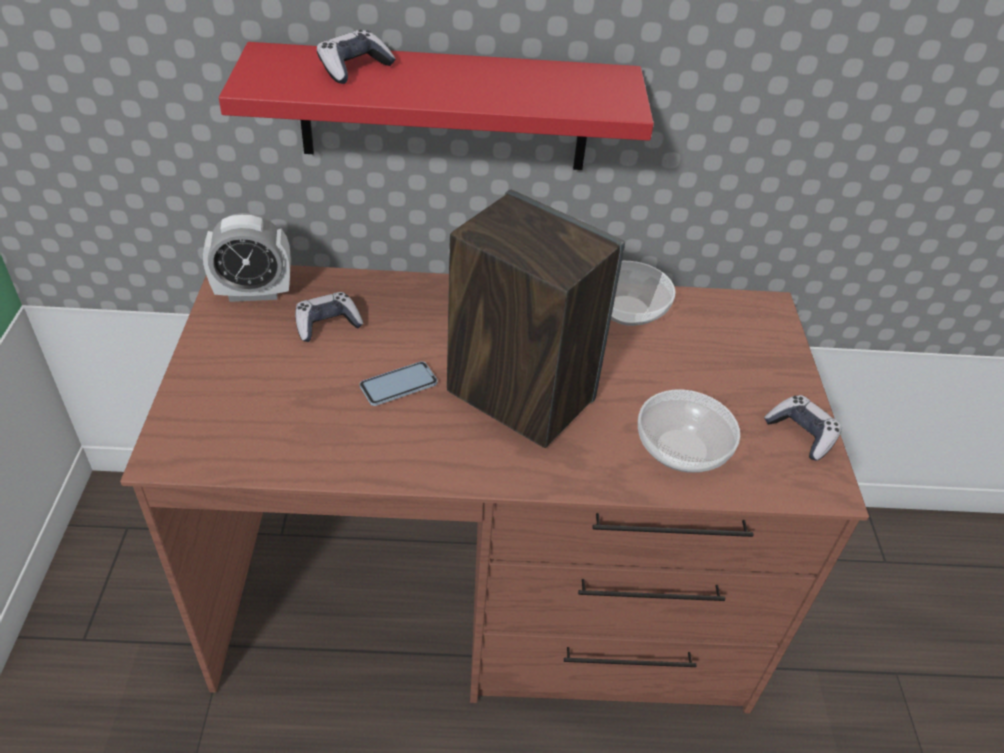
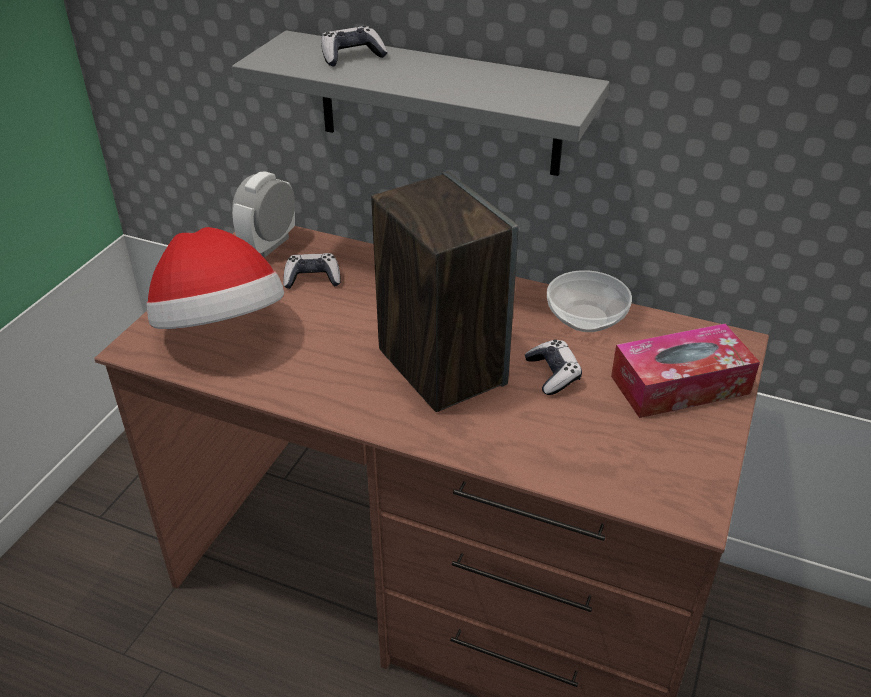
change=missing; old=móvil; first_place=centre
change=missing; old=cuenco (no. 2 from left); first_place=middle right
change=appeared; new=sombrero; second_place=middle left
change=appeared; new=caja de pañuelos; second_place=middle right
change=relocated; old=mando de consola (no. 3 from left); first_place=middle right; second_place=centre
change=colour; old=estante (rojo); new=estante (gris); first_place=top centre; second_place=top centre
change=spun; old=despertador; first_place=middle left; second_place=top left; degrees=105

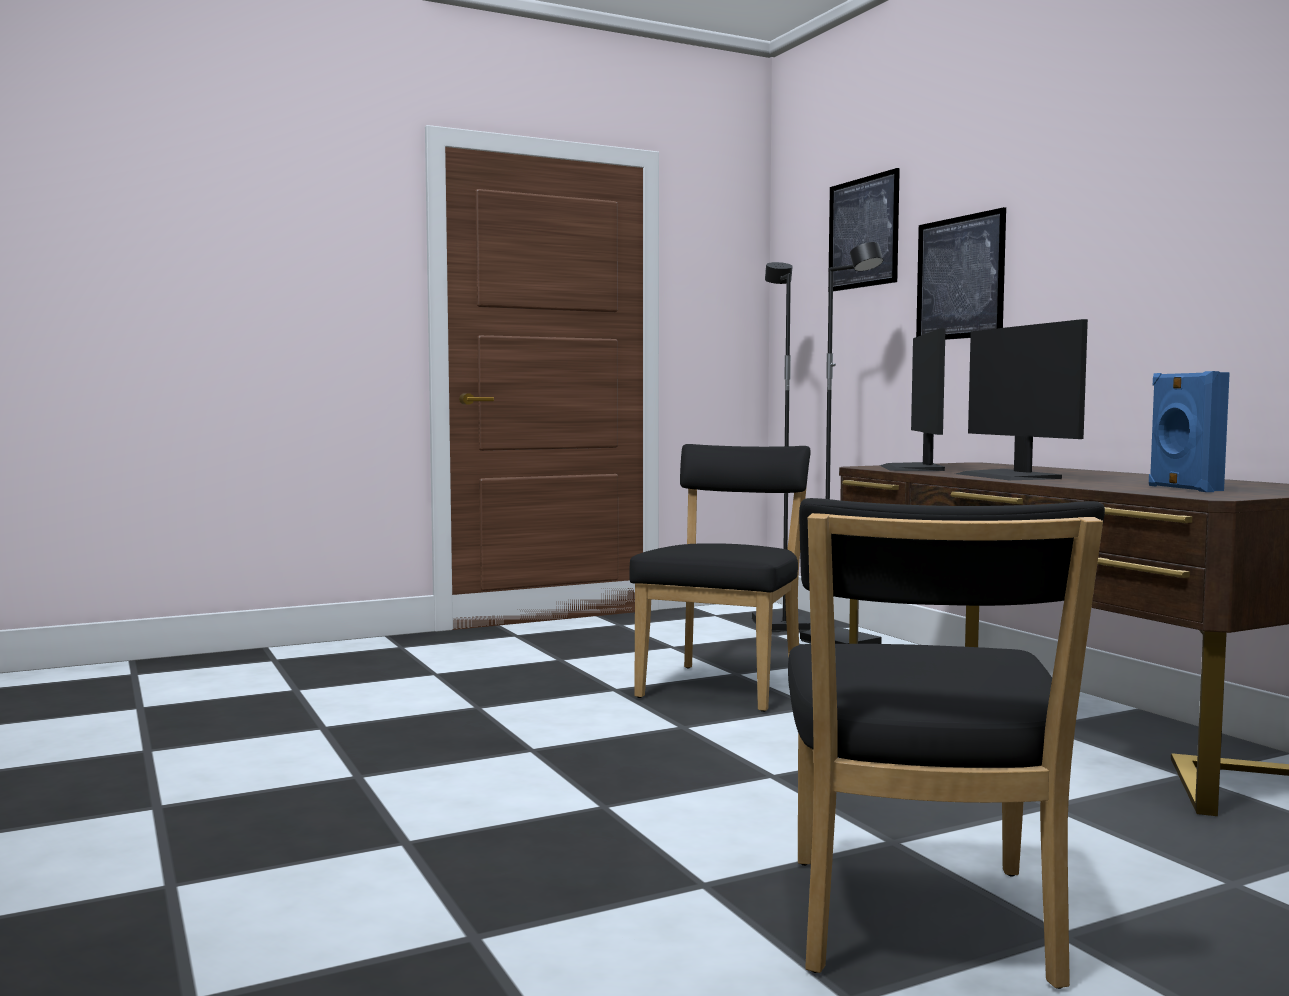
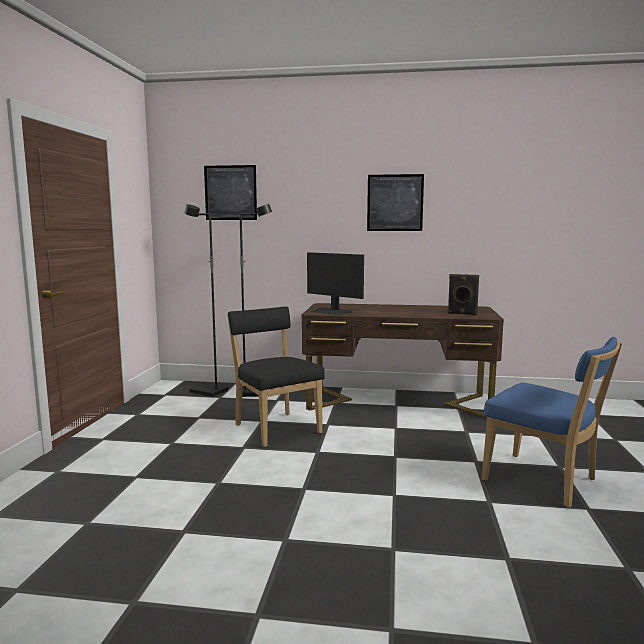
change=missing; old=monitor (no. 2 from left); first_place=middle right
change=relocated; old=cuadro (no. 2 from left); first_place=top right; second_place=top centre
change=colour; old=silla (negro) (no. 2 from left); new=silla (azul); first_place=bottom right; second_place=middle right
change=colour; old=altavoz (azul); new=altavoz (negro); first_place=middle right; second_place=middle right

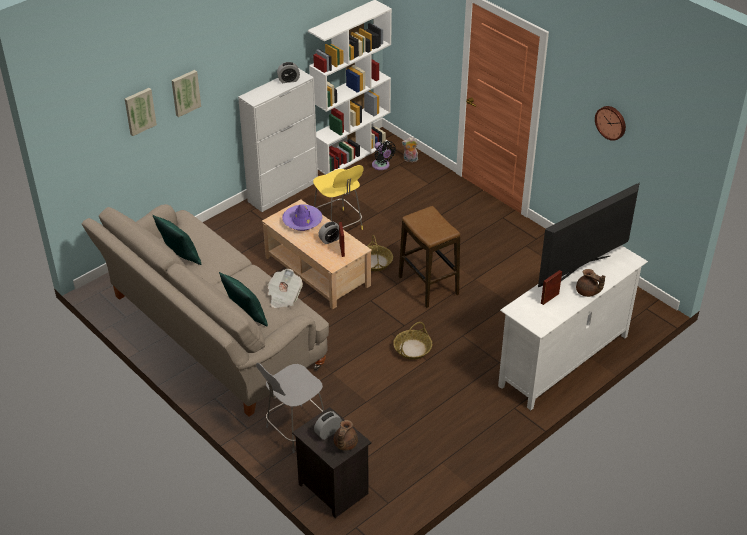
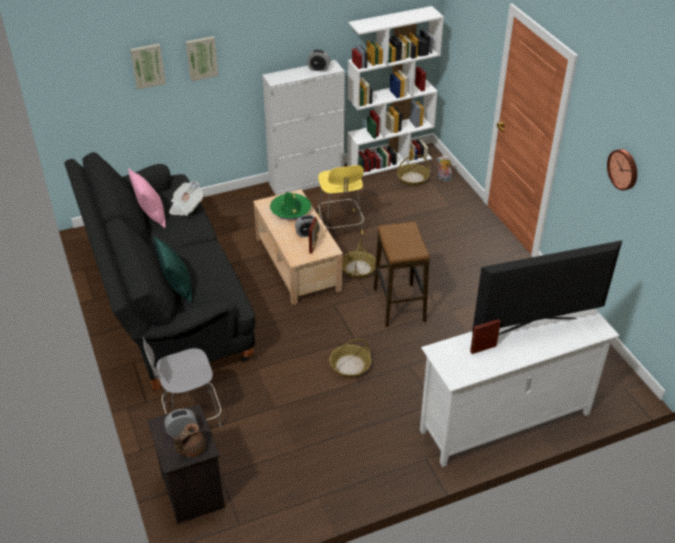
change=missing; old=tetera (marrón) (no. 2 from left); first_place=middle right
change=relocated; old=periódico; first_place=centre; second_place=middle left
change=exchanged; old=ventilador (negro); new=cesta (no. 3 from left); first_place=top centre; second_place=top centre
change=colour; old=sofá (beis); new=sofá (negro); first_place=middle left; second_place=middle left
change=colour; old=cojín (verde) (no. 1 from left); new=cojín (rosa); first_place=middle left; second_place=middle left
change=colour; old=sombrero (morado); new=sombrero (verde); first_place=centre; second_place=centre

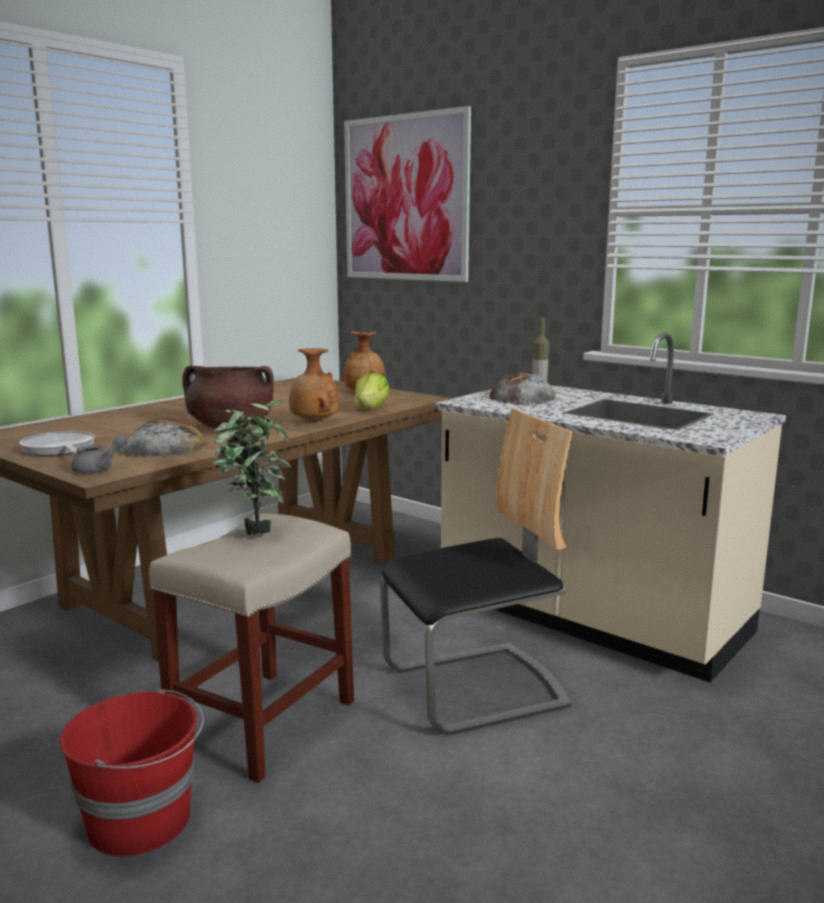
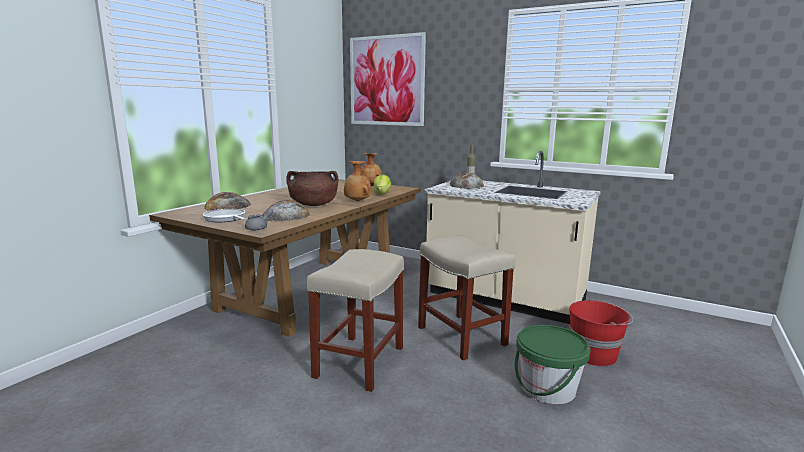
change=missing; old=planta en maceta; first_place=middle left
change=appeared; new=pan (no. 1 from left); second_place=middle left
change=appeared; new=cubo (verde); second_place=bottom right
change=relocated; old=cubo (rojo); first_place=bottom left; second_place=bottom right
change=exchanged; old=silla; new=taburete (beis) (no. 2 from left); first_place=centre; second_place=centre

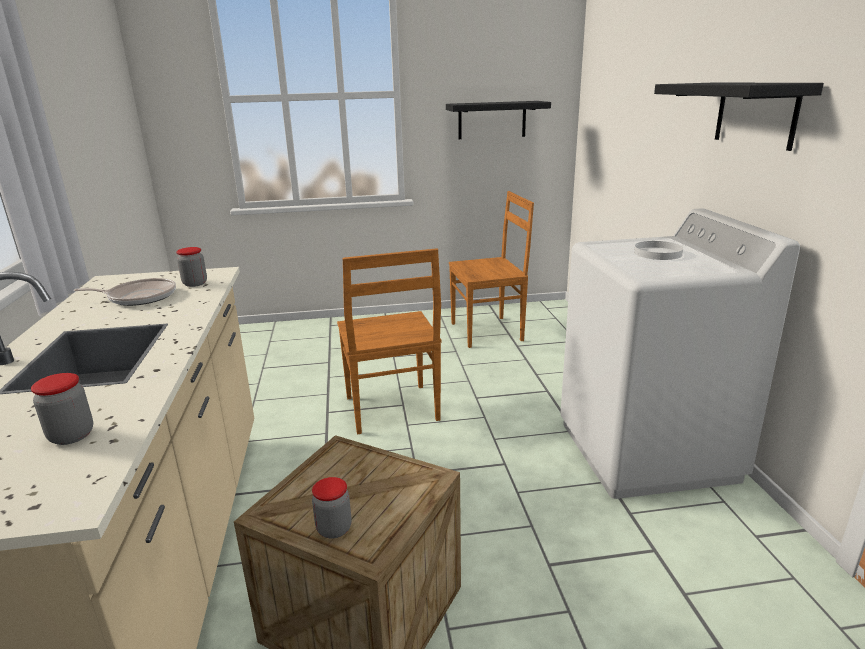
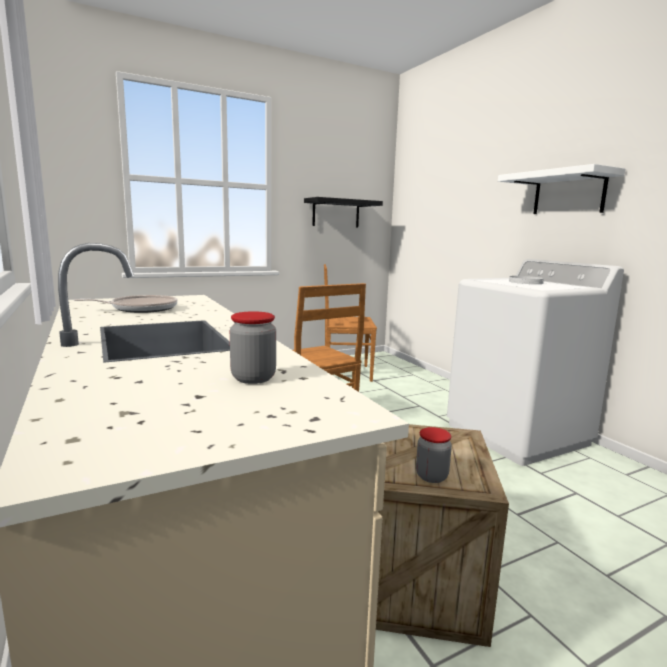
change=missing; old=tarro (no. 2 from left); first_place=middle left
change=colour; old=estante (negro) (no. 2 from left); new=estante (blanco); first_place=top right; second_place=top right
change=spun; old=silla (marrón) (no. 2 from left); first_place=centre; second_place=centre; degrees=-150

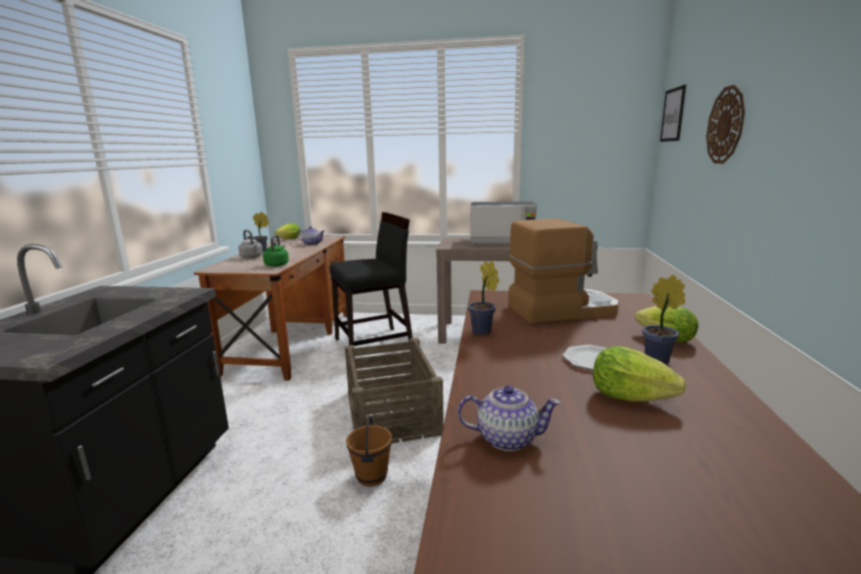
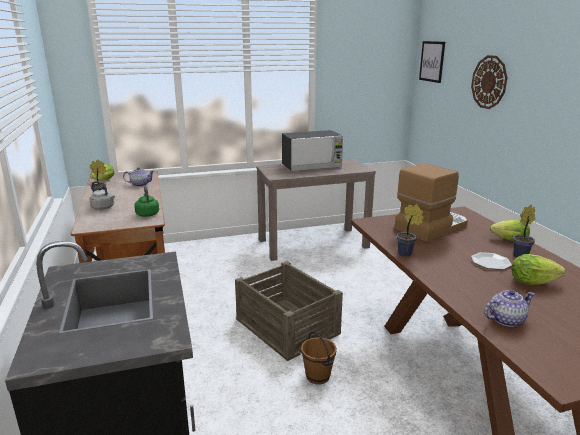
change=missing; old=silla (negro); first_place=centre

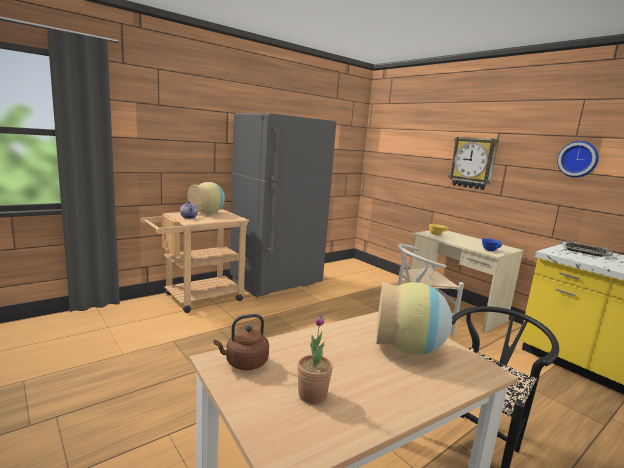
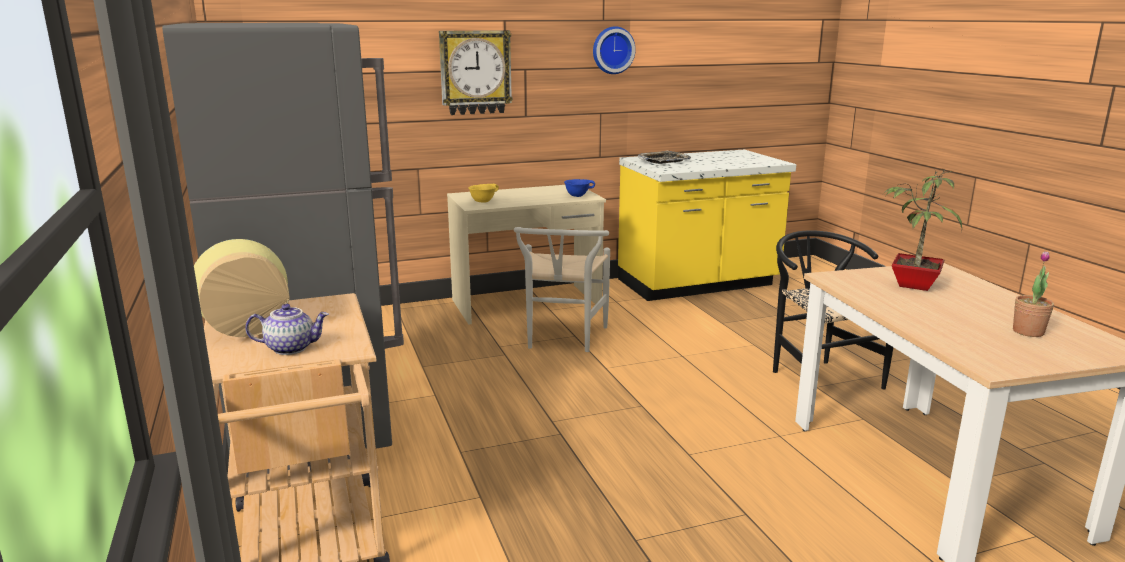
change=missing; old=hervidor (marrón); first_place=bottom centre
change=exchanged; old=florero (no. 2 from left); new=planta en maceta (no. 1 from left); first_place=bottom centre; second_place=middle right

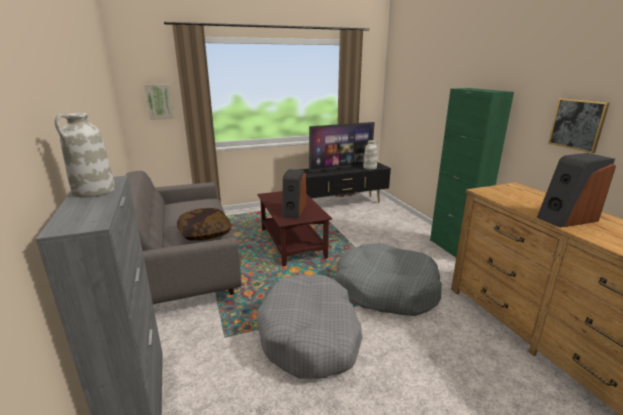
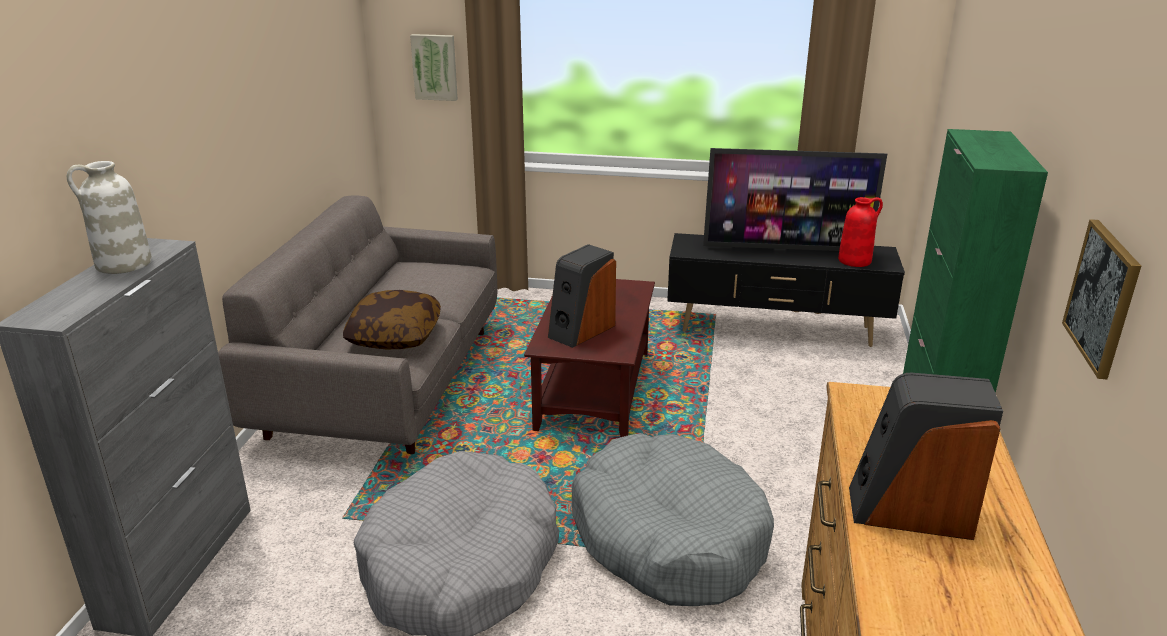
change=colour; old=florero (blanco) (no. 2 from left); new=florero (rojo); first_place=centre; second_place=middle right

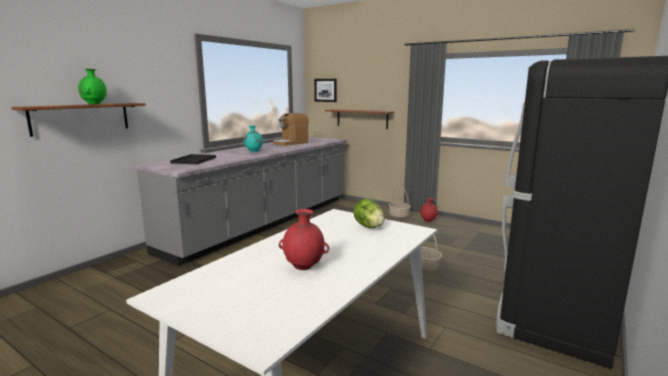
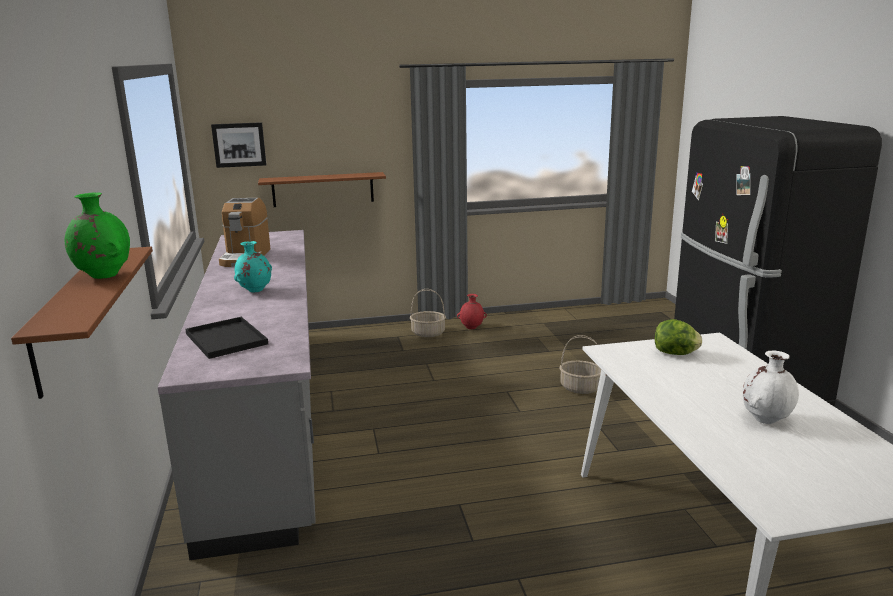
change=colour; old=florero (rojo) (no. 1 from left); new=florero (blanco); first_place=centre; second_place=middle right

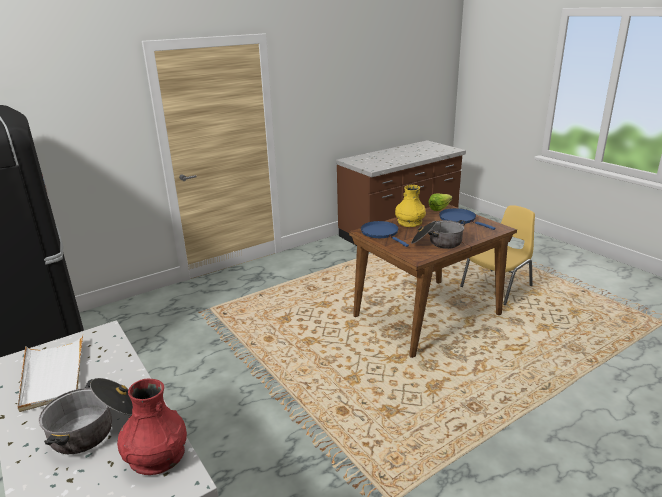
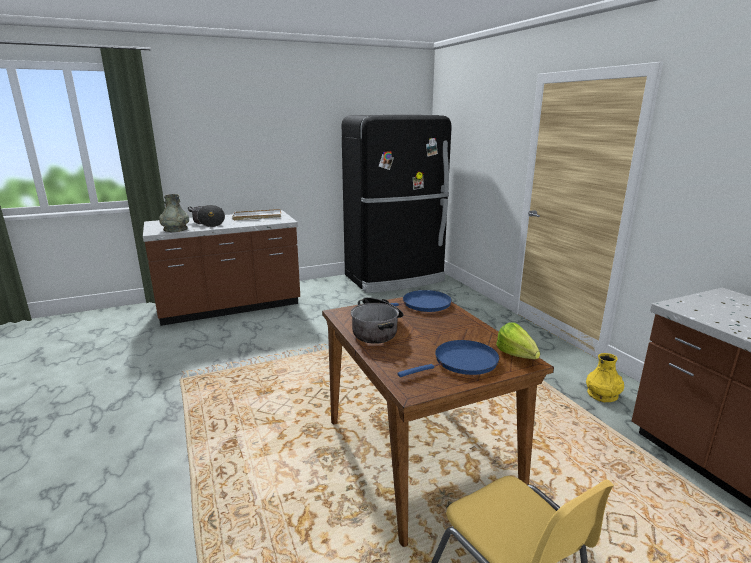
change=relocated; old=florero (amarillo); first_place=centre; second_place=bottom right
change=colour; old=florero (rojo); new=florero (gris); first_place=bottom left; second_place=middle left

